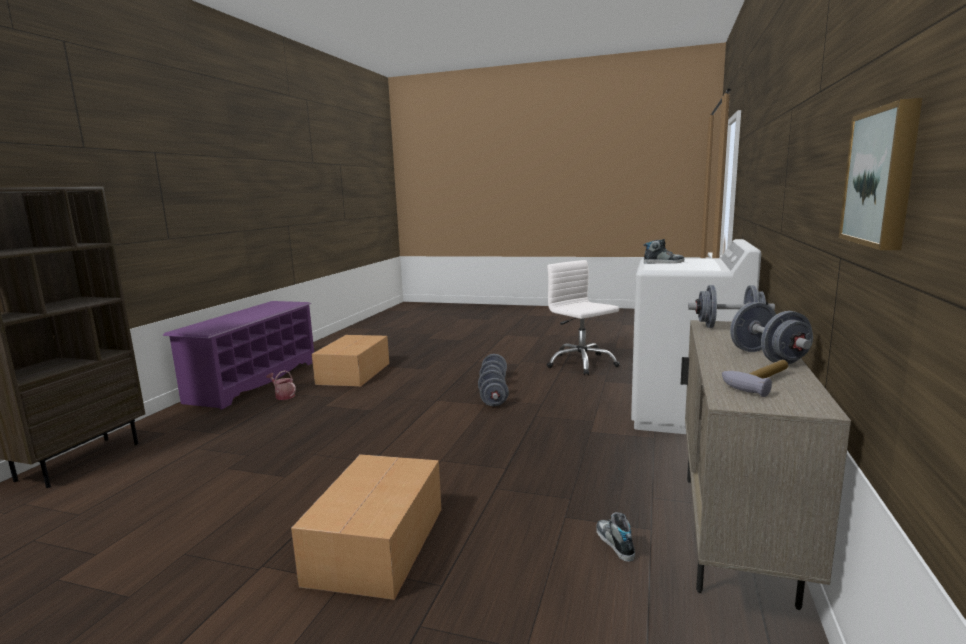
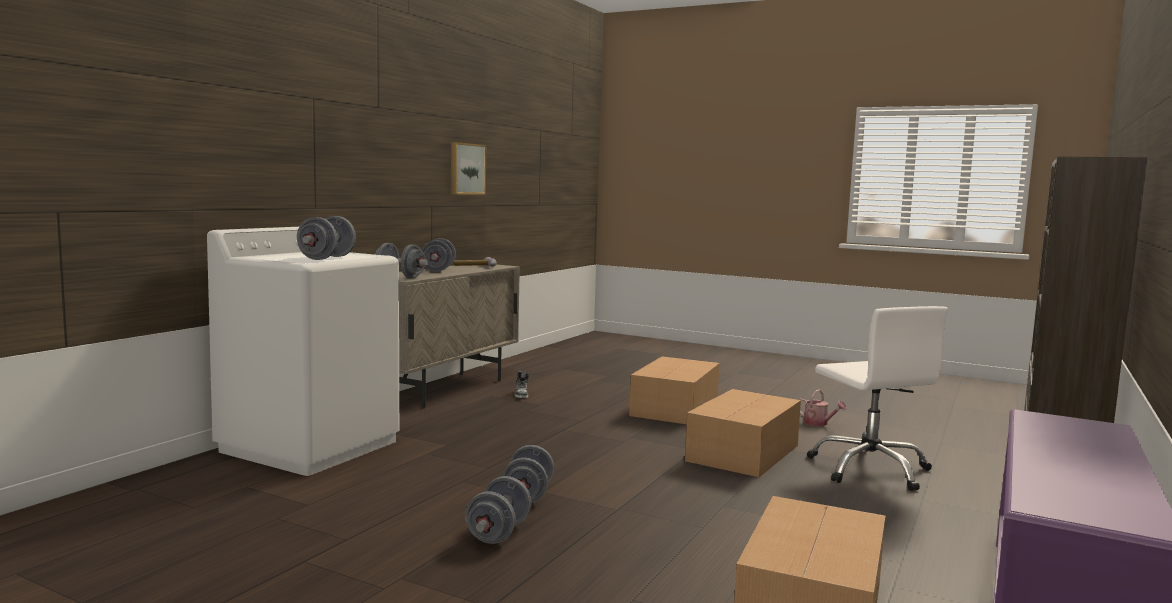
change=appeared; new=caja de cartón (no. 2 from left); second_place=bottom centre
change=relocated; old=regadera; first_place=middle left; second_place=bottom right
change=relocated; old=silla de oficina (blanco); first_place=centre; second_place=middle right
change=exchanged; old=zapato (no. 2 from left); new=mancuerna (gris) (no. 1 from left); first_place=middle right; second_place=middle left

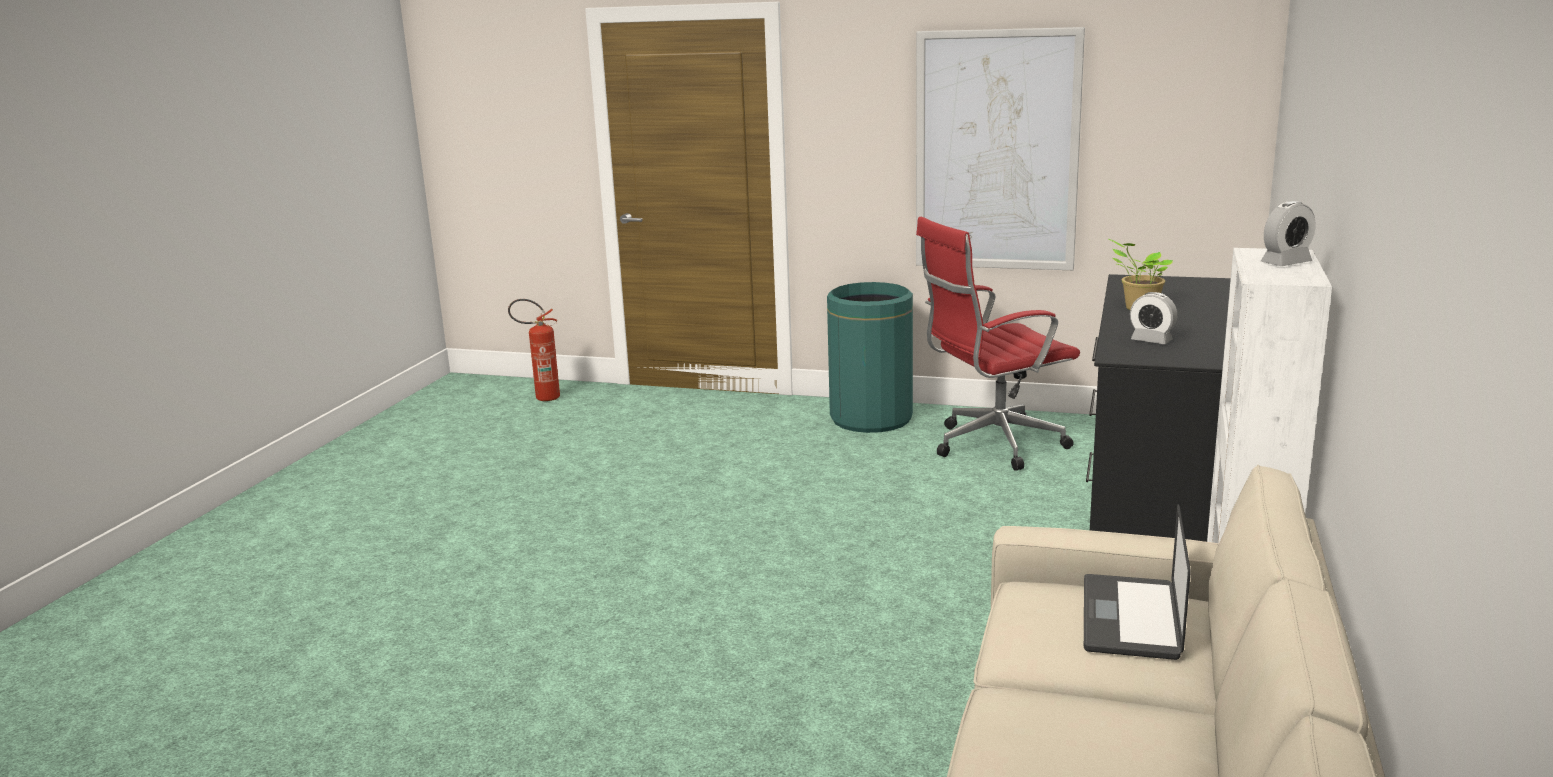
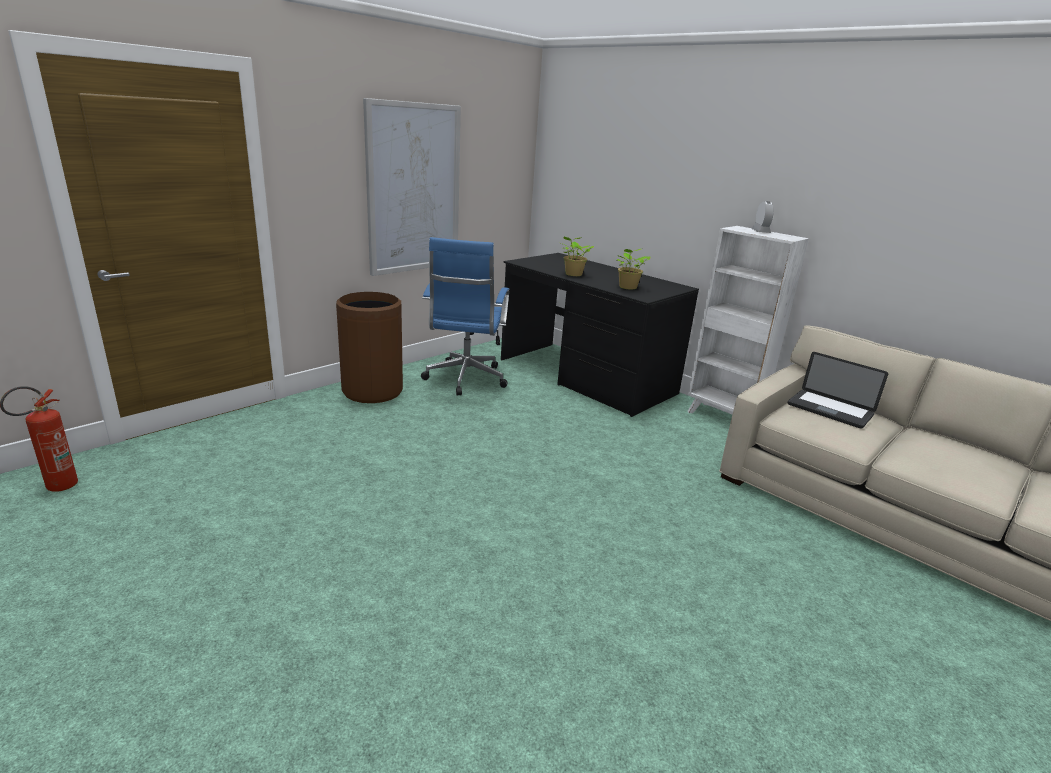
change=exchanged; old=despertador (no. 1 from left); new=planta en maceta (no. 2 from left); first_place=middle right; second_place=centre
change=colour; old=papelera (verde); new=papelera (marrón); first_place=centre; second_place=centre
change=colour; old=silla de oficina (rojo); new=silla de oficina (azul); first_place=centre; second_place=centre

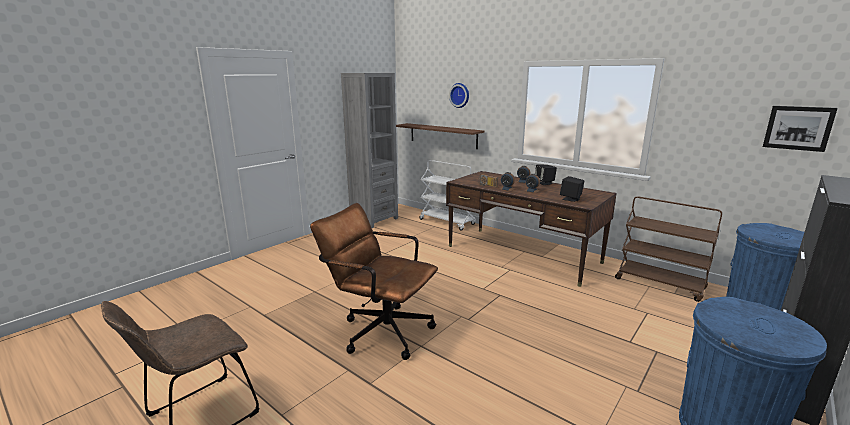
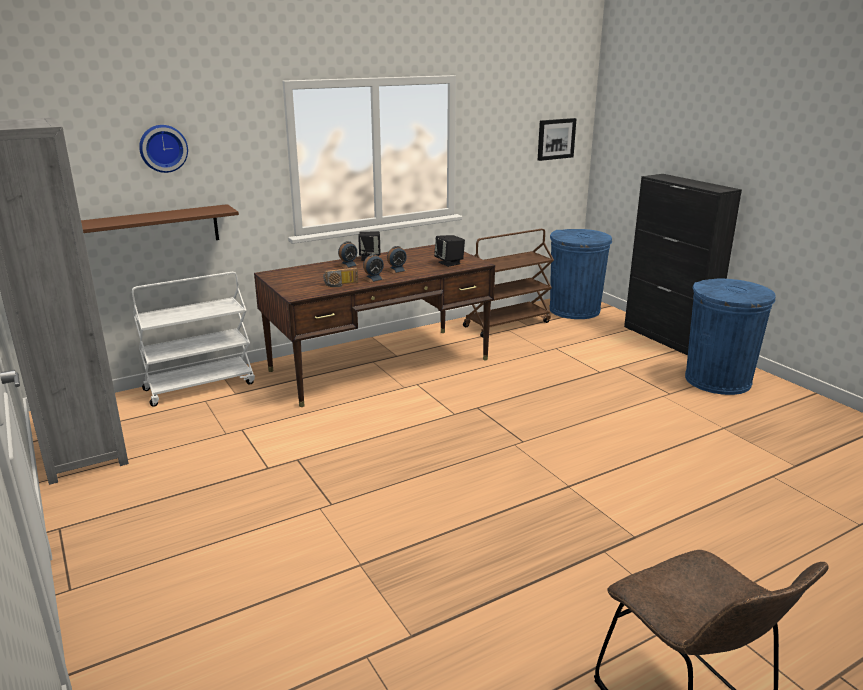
change=missing; old=silla de oficina (marrón); first_place=centre

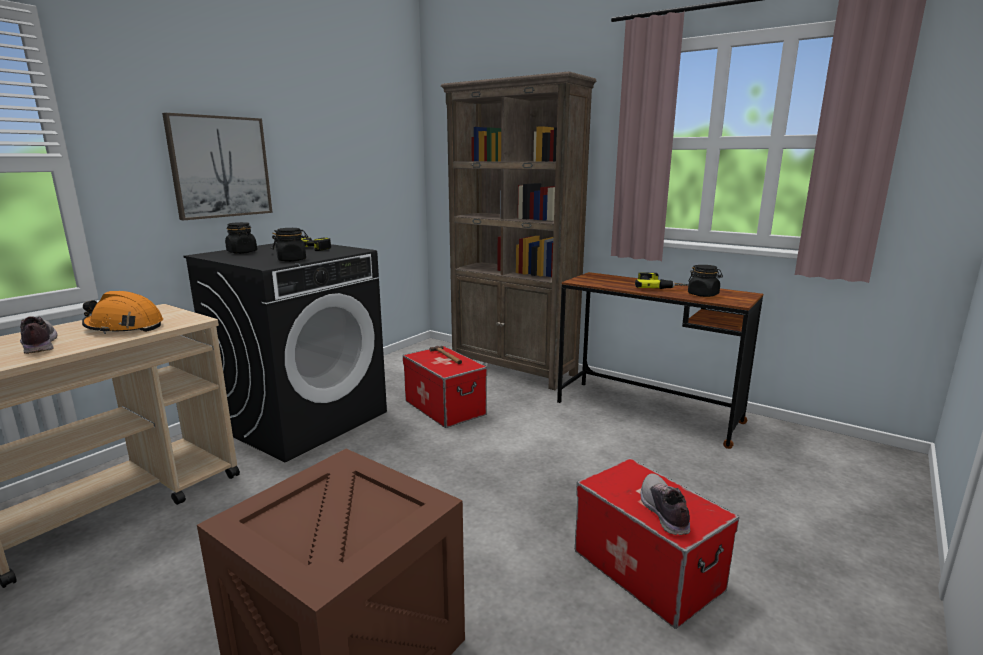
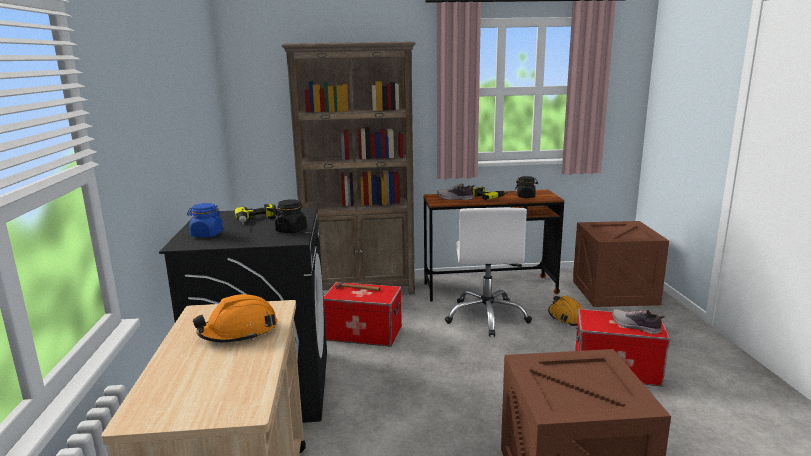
change=missing; old=cuadro; first_place=top left
change=appeared; new=silla de oficina (blanco); second_place=centre
change=appeared; new=casco (naranja) (no. 2 from left); second_place=bottom right
change=appeared; new=caja de embalaje (no. 2 from left); second_place=middle right
change=relocated; old=zapato (no. 1 from left); first_place=middle left; second_place=centre
change=colour; old=tarro (negro) (no. 1 from left); new=tarro (azul); first_place=middle left; second_place=middle left

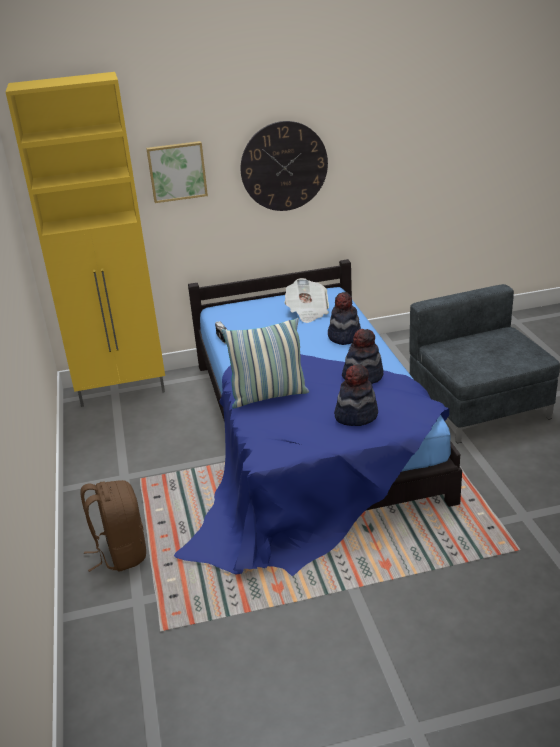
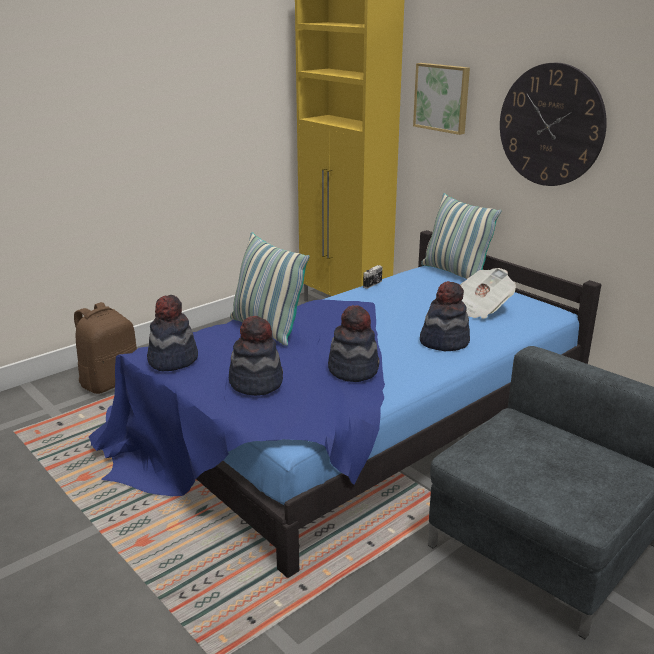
change=appeared; new=sombrero (no. 1 from left); second_place=middle left
change=appeared; new=cojín (no. 2 from left); second_place=middle right

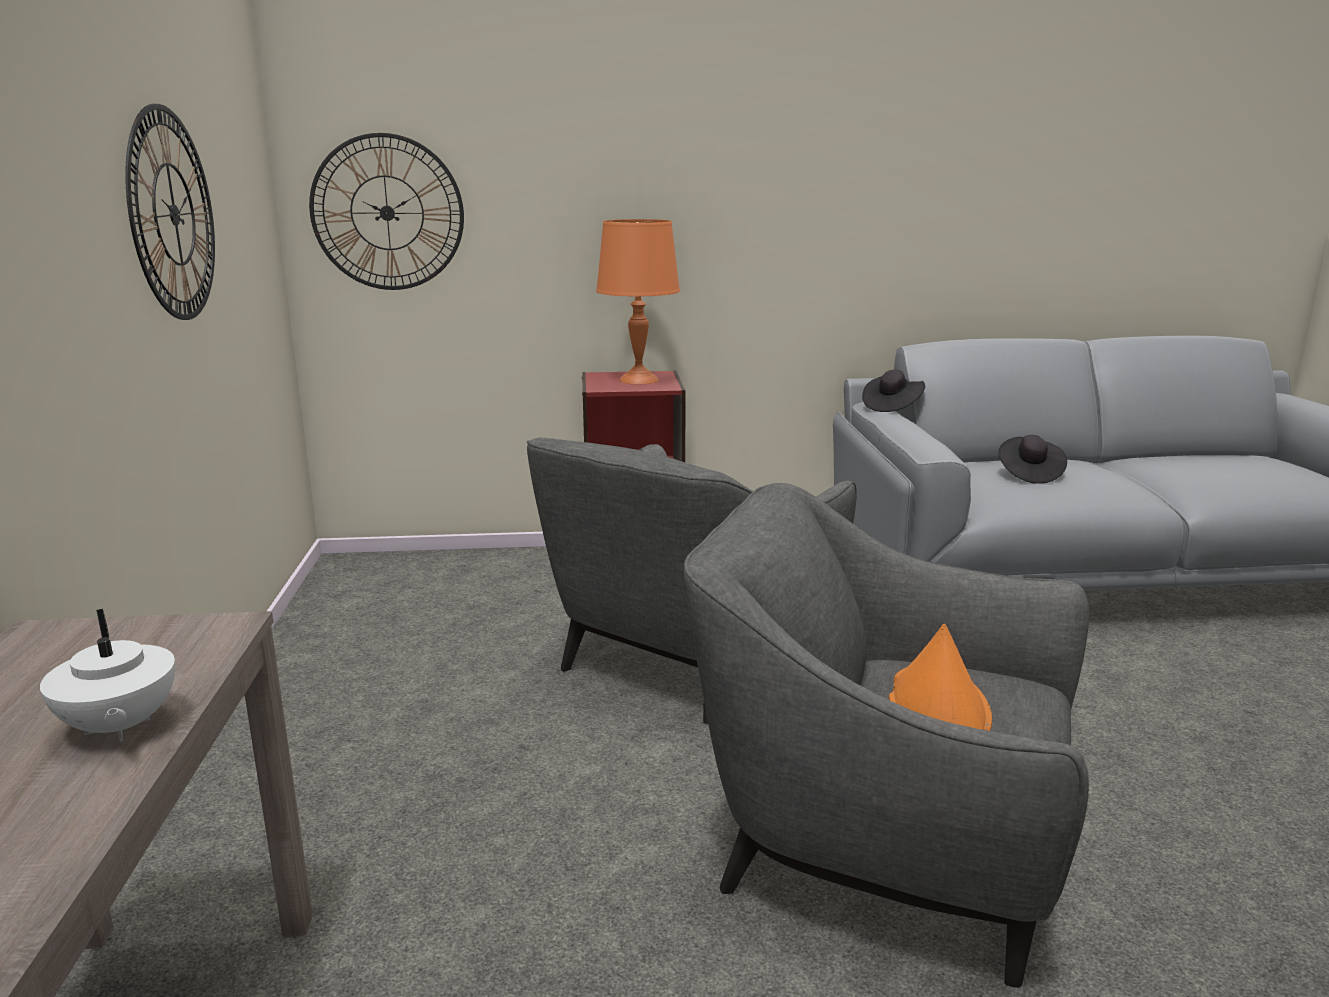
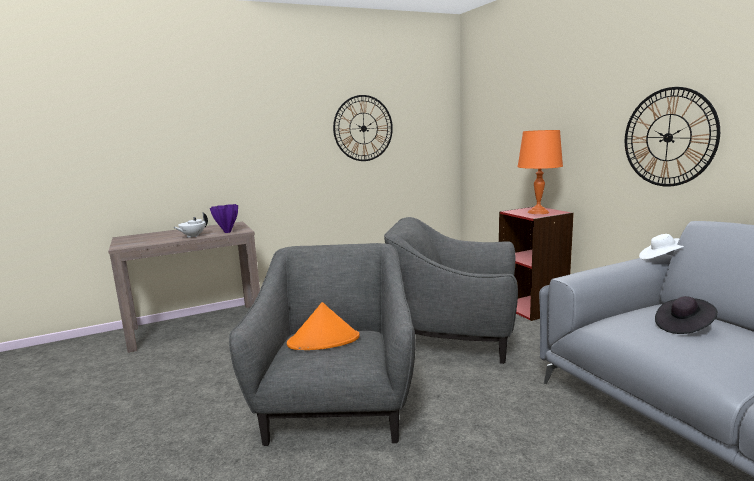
change=appeared; new=florero (morado); second_place=middle left
change=relocated; old=reloj de pared (no. 2 from left); first_place=top left; second_place=top right
change=colour; old=sombrero (negro) (no. 1 from left); new=sombrero (blanco); first_place=middle right; second_place=middle right

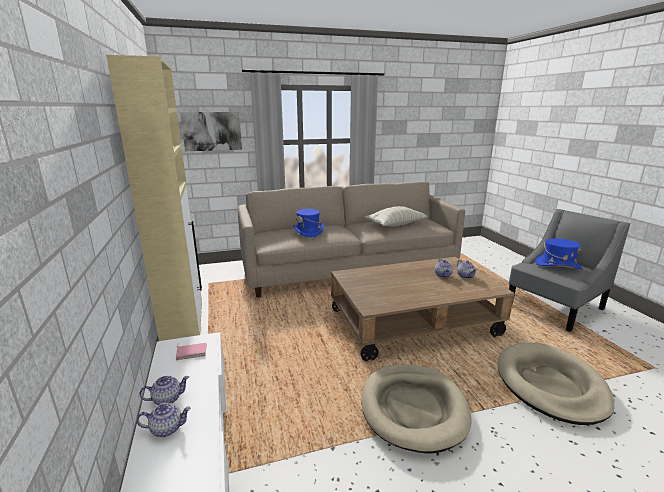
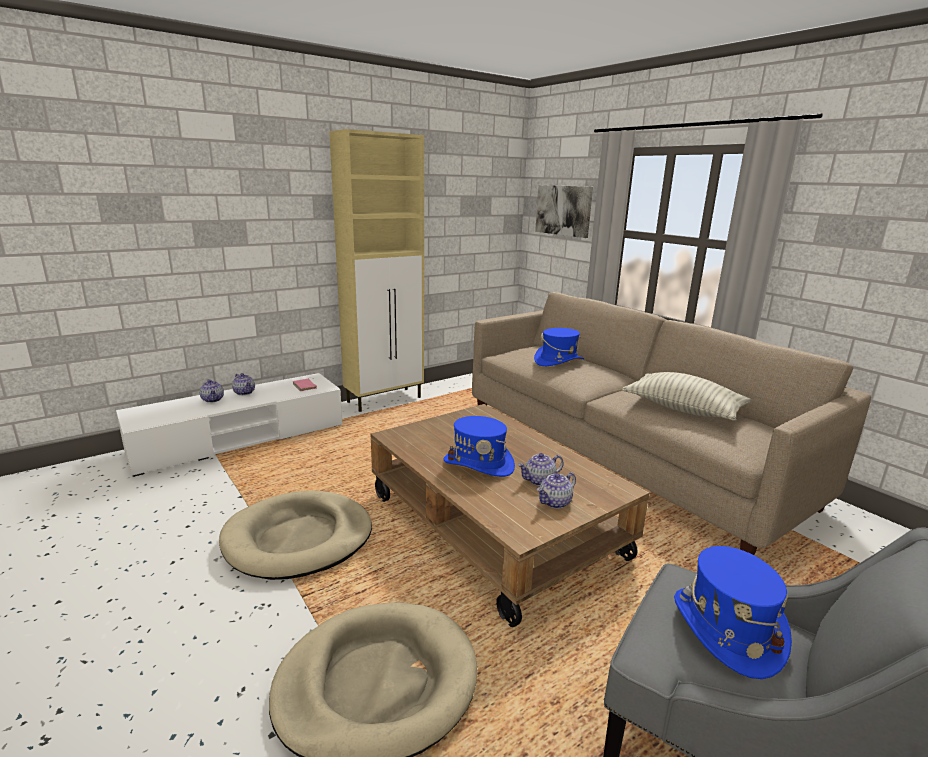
change=appeared; new=sombrero (azul) (no. 1 from left); second_place=centre

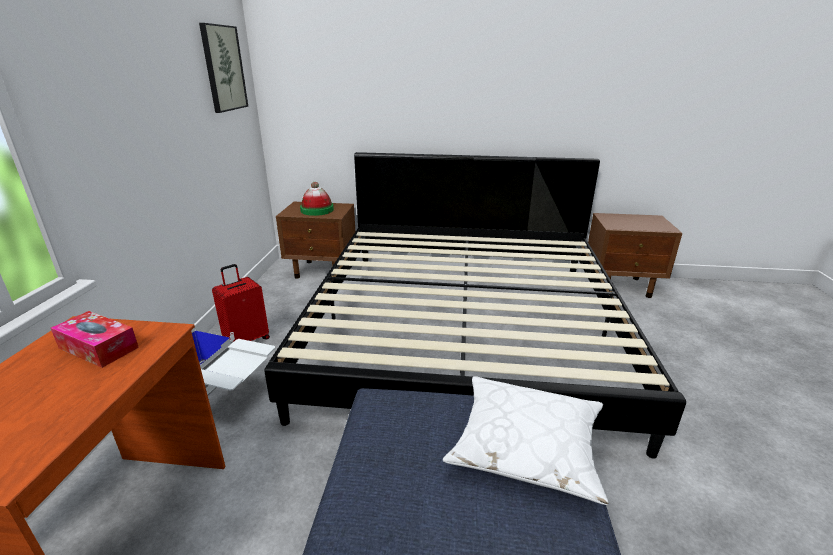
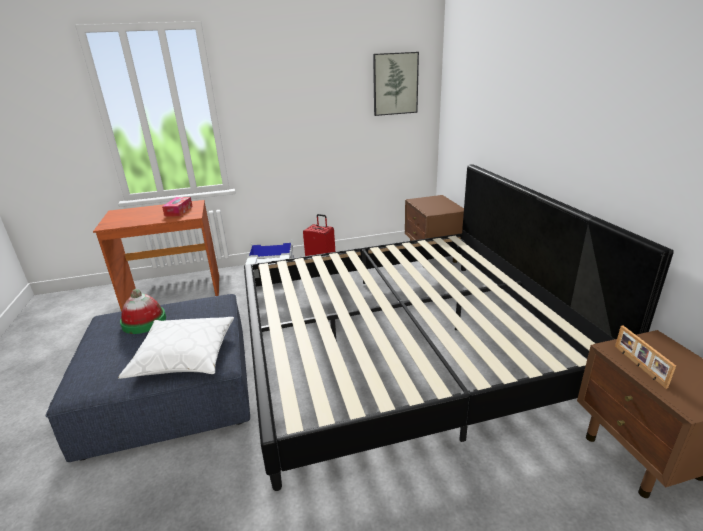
change=appeared; new=portarretratos; second_place=bottom right
change=relocated; old=sombrero; first_place=centre; second_place=middle left

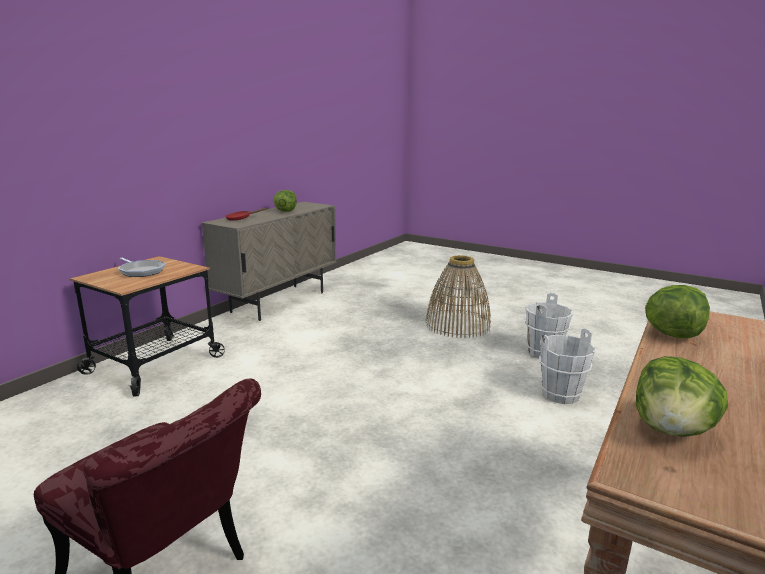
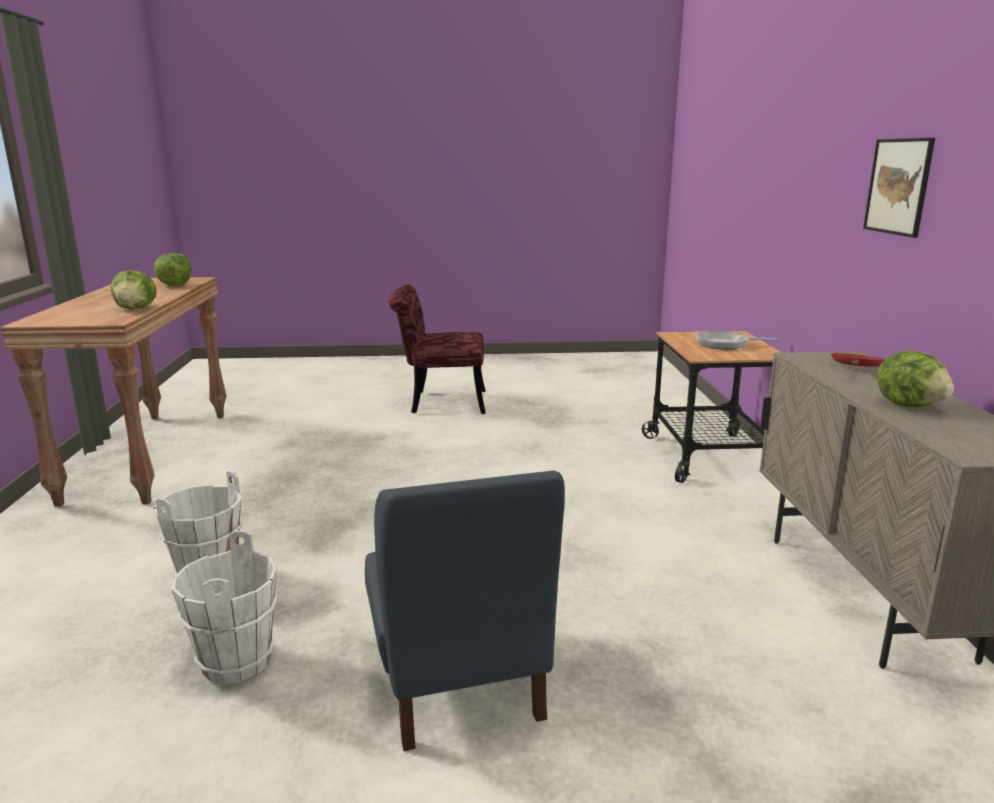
change=appeared; new=cuadro; second_place=top right
change=exchanged; old=cesta; new=silla (azul); first_place=centre; second_place=bottom centre

